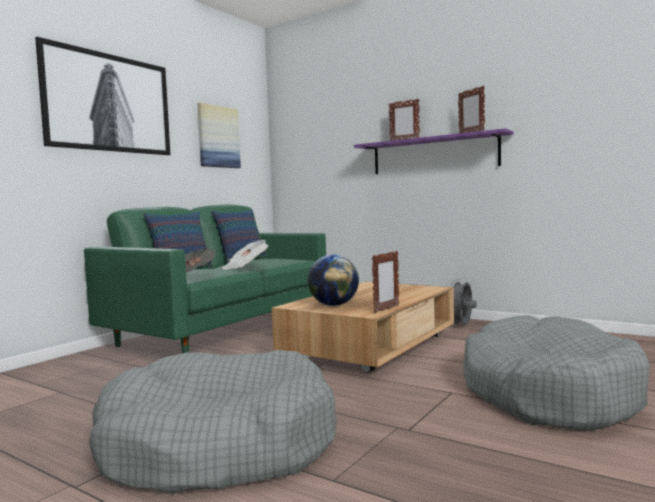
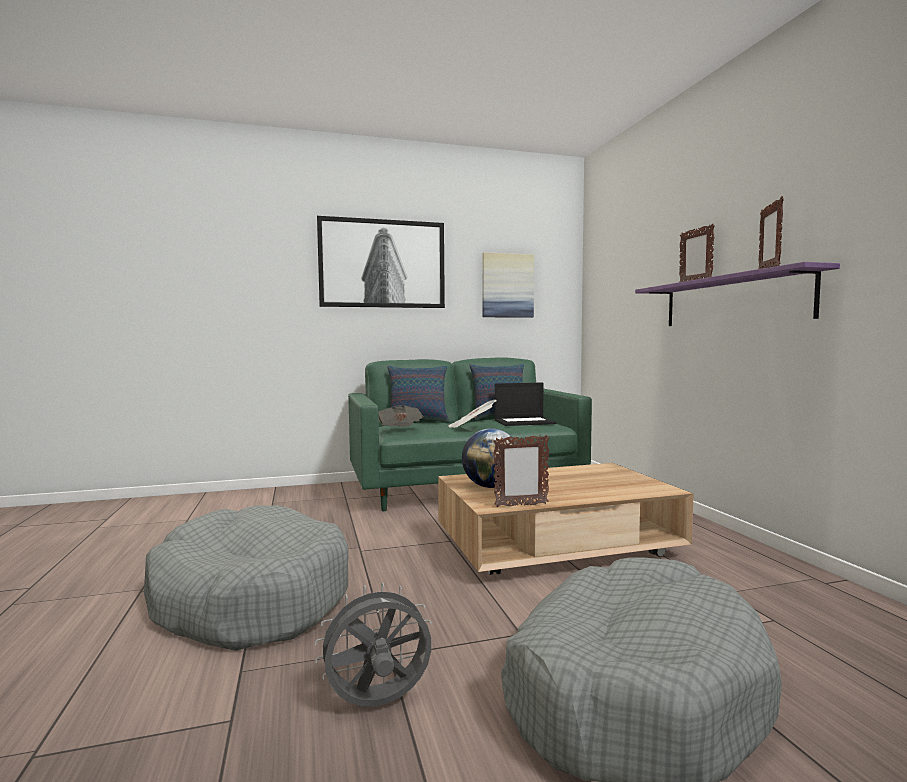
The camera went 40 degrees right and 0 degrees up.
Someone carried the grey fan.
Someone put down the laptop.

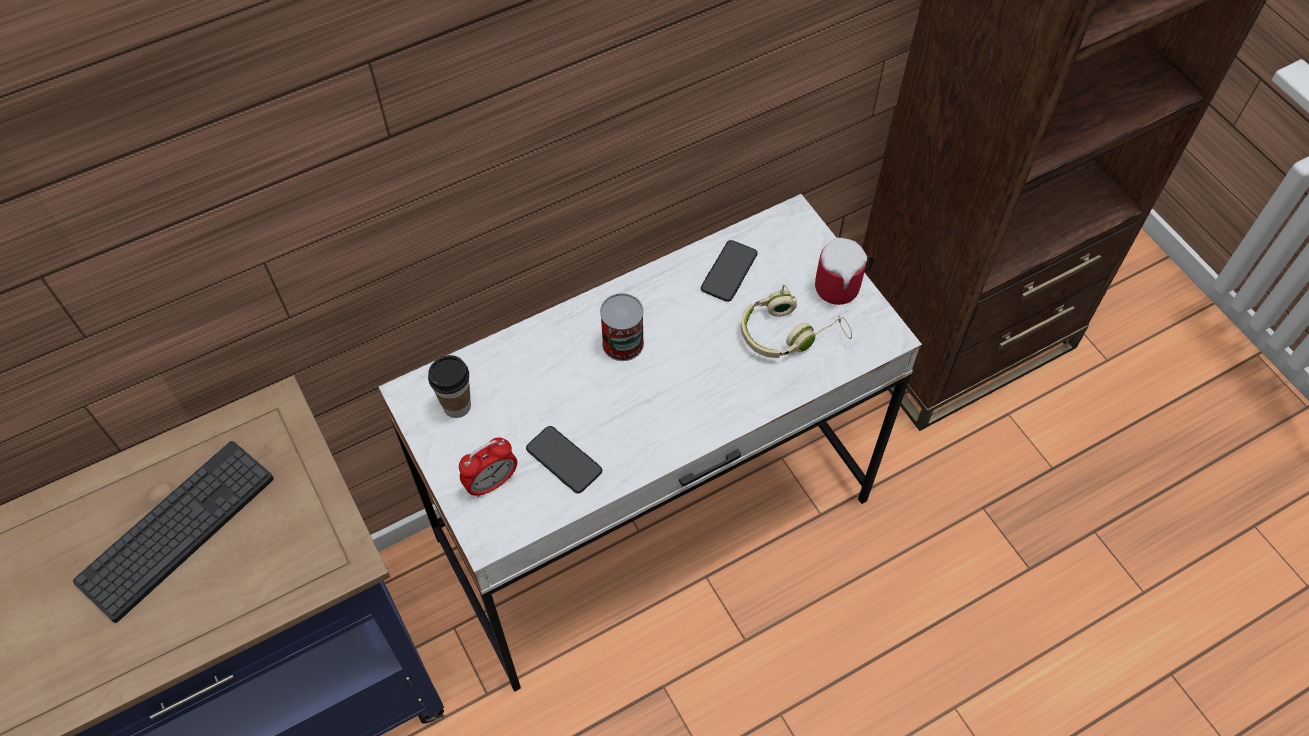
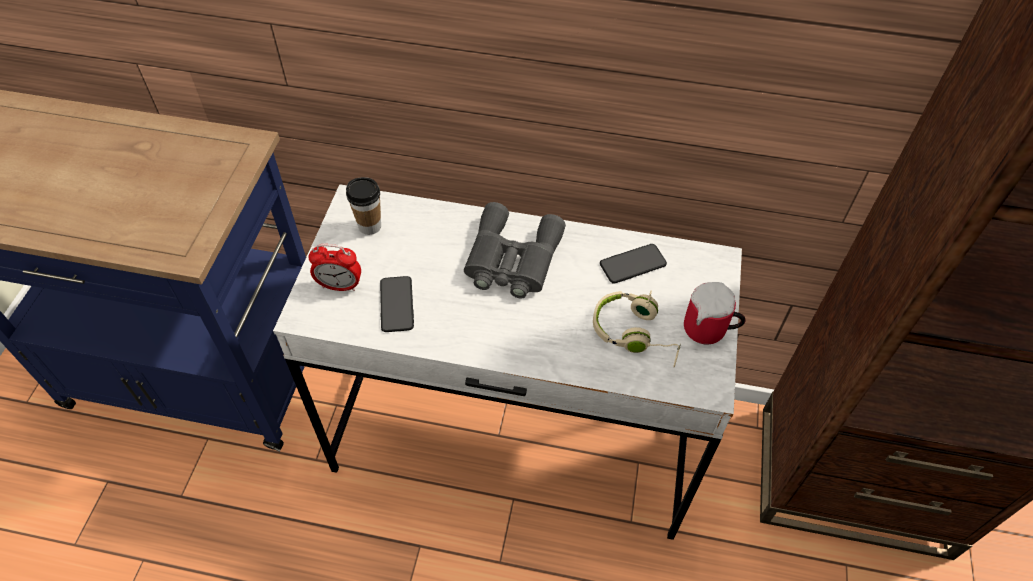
The camera went 40 degrees right and 5 degrees down.
Someone swapped the can for the grey binoculars.
Someone took away the keyboard.

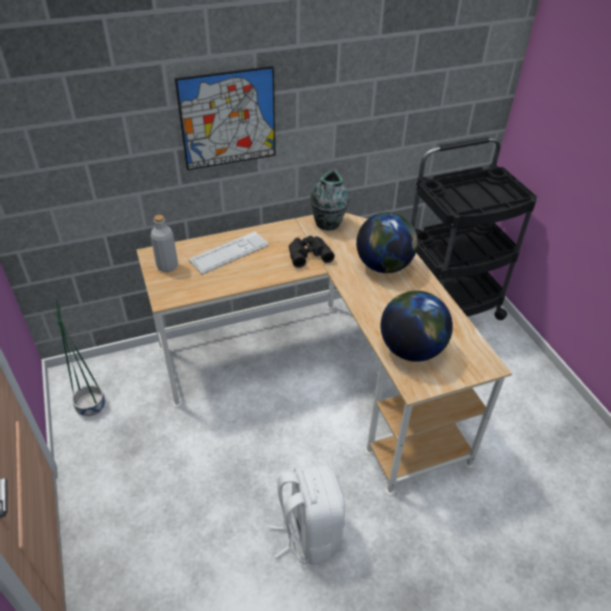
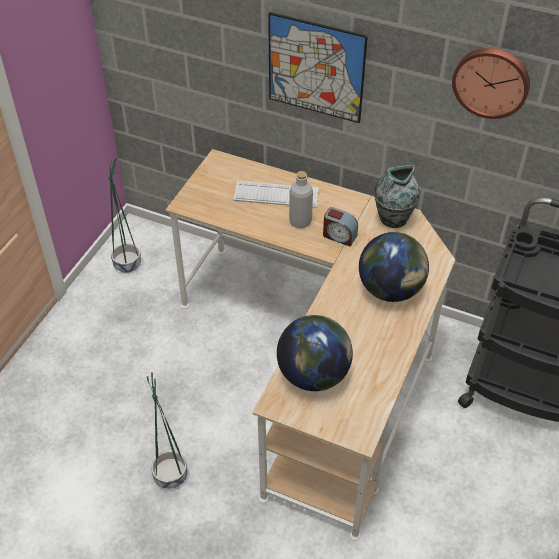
The camera went 45 degrees right and 5 degrees up.
Someone carried the grey bottle.
Someone swapped the black binoculars for the alarm clock.
Someone swapped the white backpack for the green planter (2nd from left).
Someone put up the wall clock.

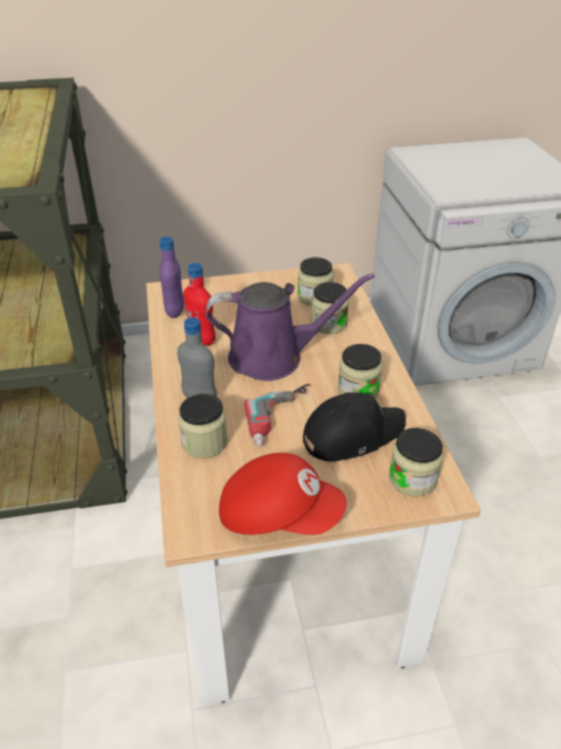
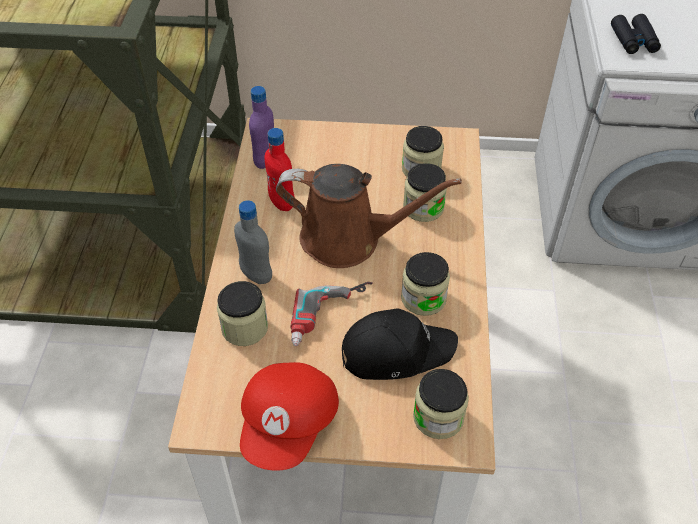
The camera went 15 degrees right and 10 degrees up.
Someone repainted the purple watering can, which became the brown watering can.
Someone rotated the red cap by 75 degrees clockwise.
Someone put down the black binoculars.

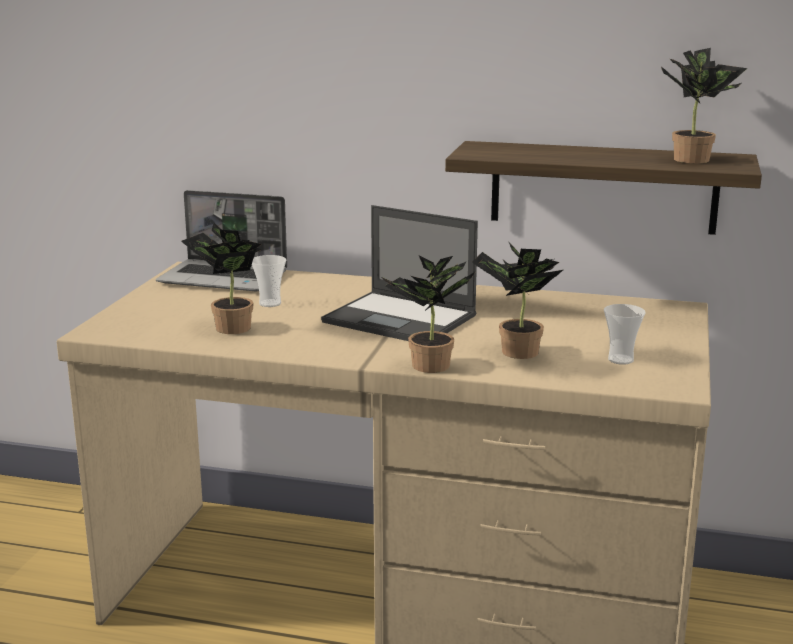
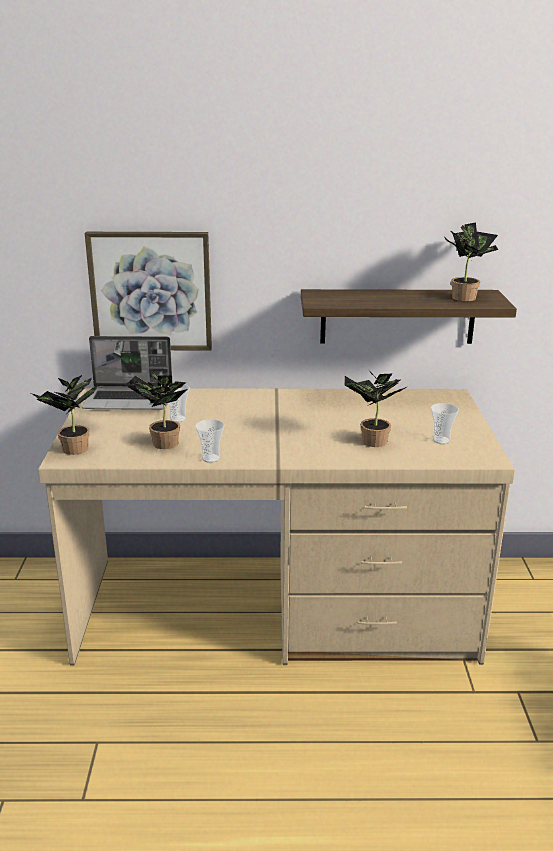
The camera went 15 degrees left and 5 degrees up.
Someone took away the laptop (2nd from left).
Someone carried the potted plant (2nd from left in the first image).
Someone put up the picture.
Someone put down the cup (2nd from left).

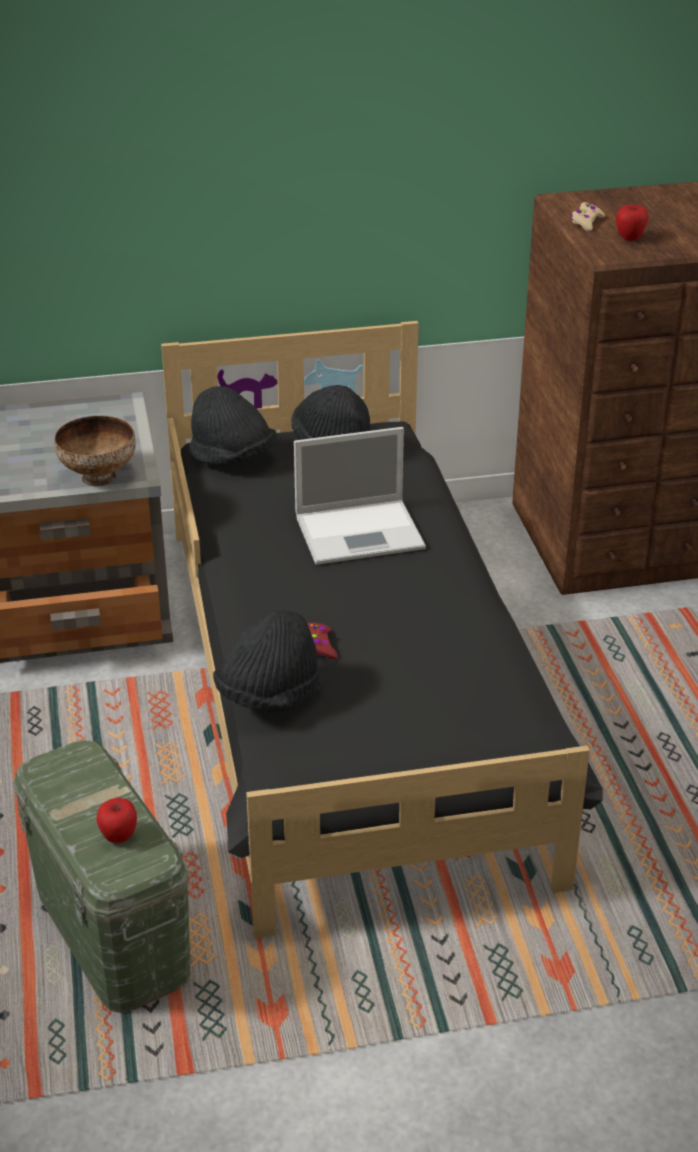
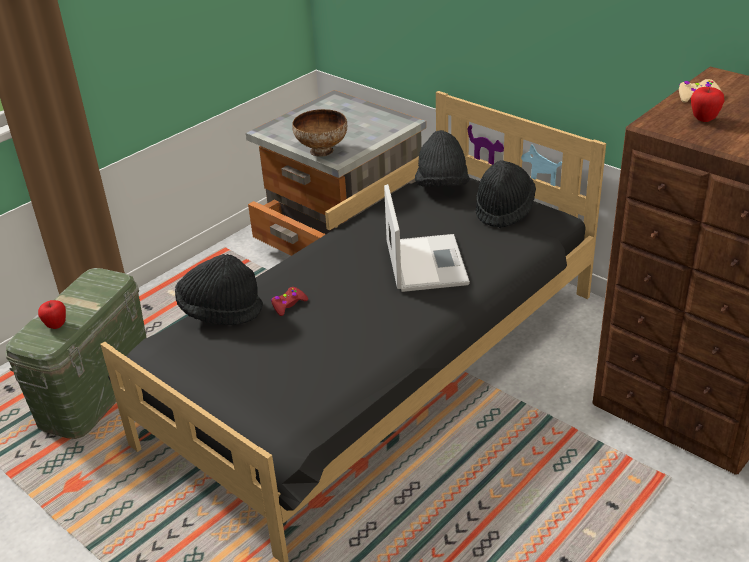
The camera went 55 degrees right and 0 degrees up.
Someone rotated the laptop by 135 degrees counterclockwise.

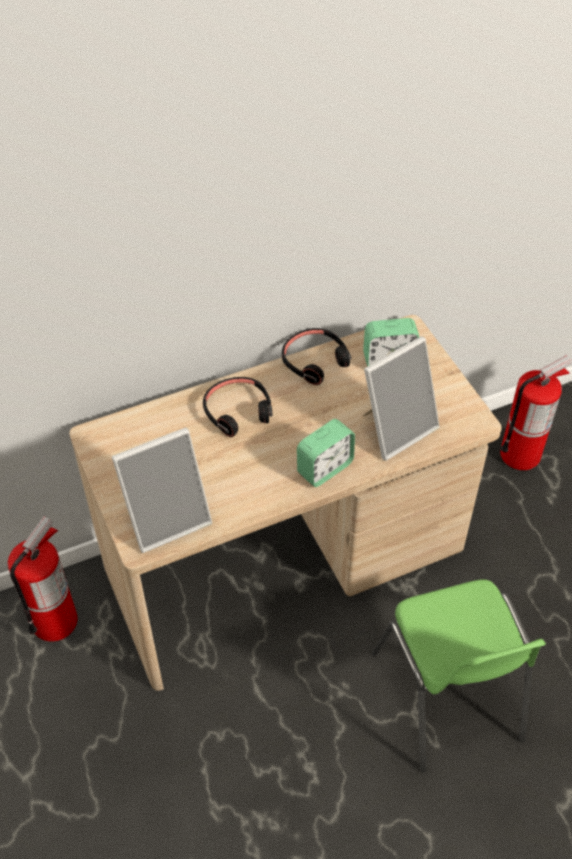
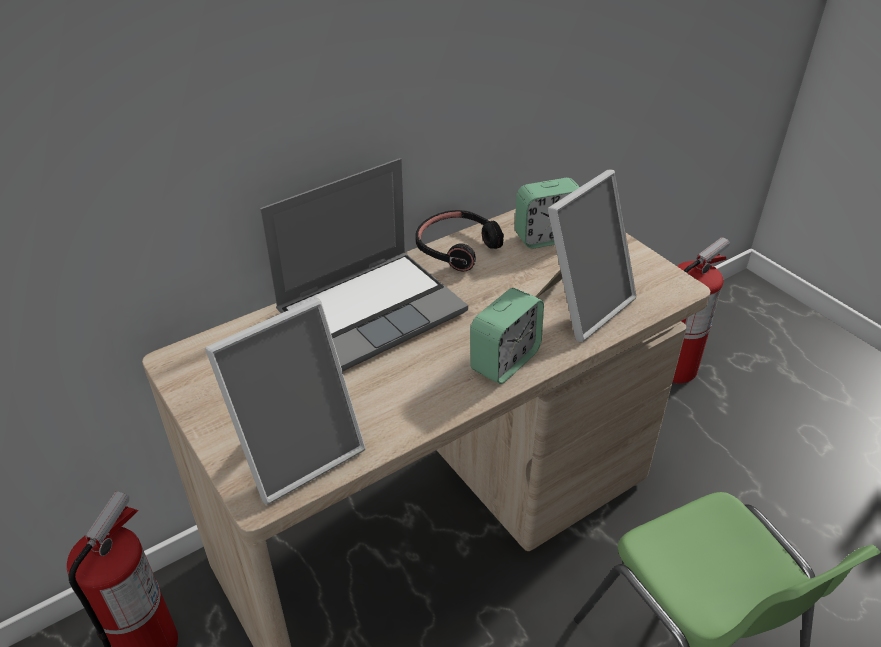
The camera went 10 degrees left and 10 degrees down.
Someone swapped the black headphones (1st from left) for the laptop.

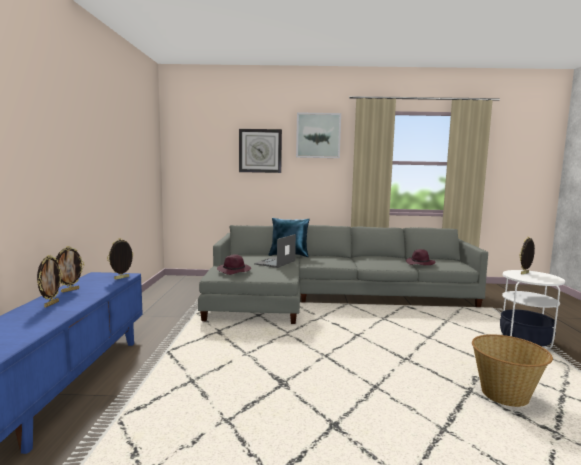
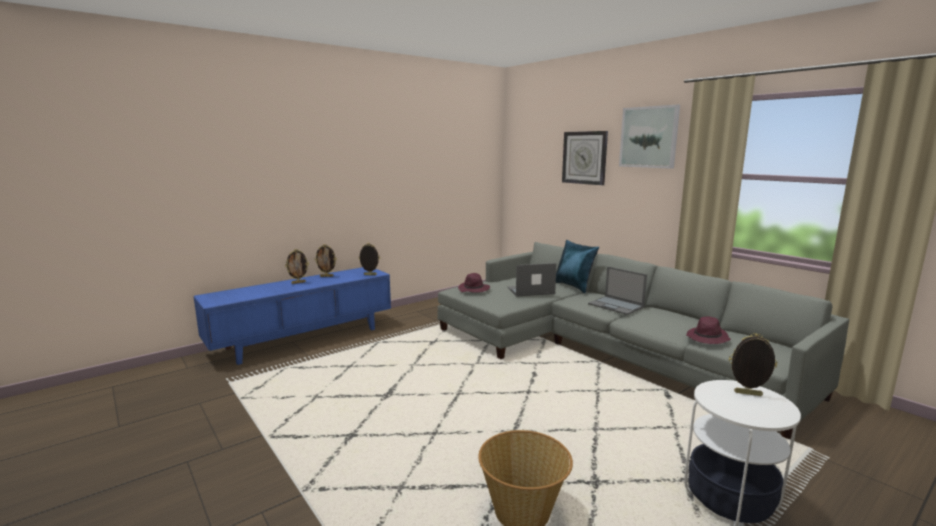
The camera went 50 degrees right and 5 degrees up.
Someone put down the laptop (2nd from left).

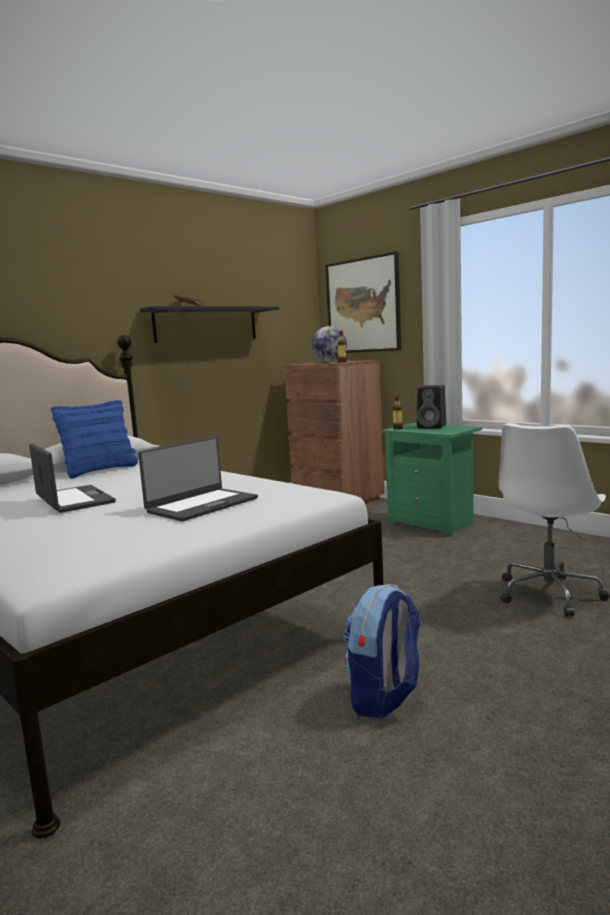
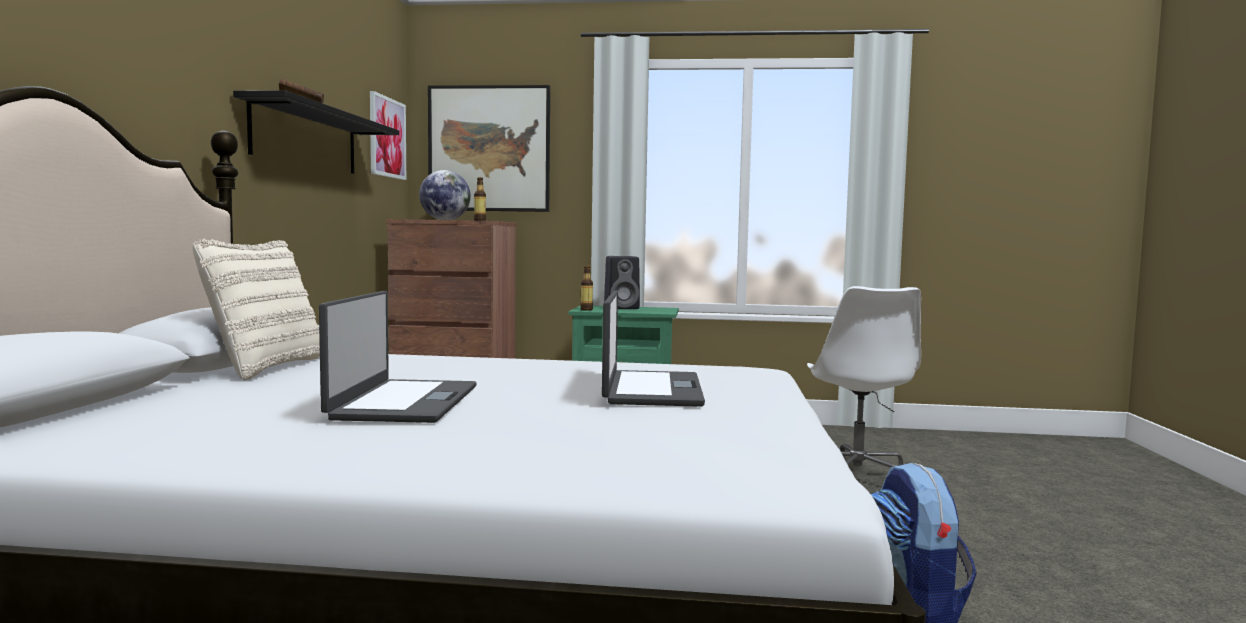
The camera went 40 degrees left and 5 degrees down.
Someone repainted the blue pillow, which became the beige pillow.
Someone rotated the laptop (1st from left) by 75 degrees clockwise.
Someone put up the picture (1st from left).

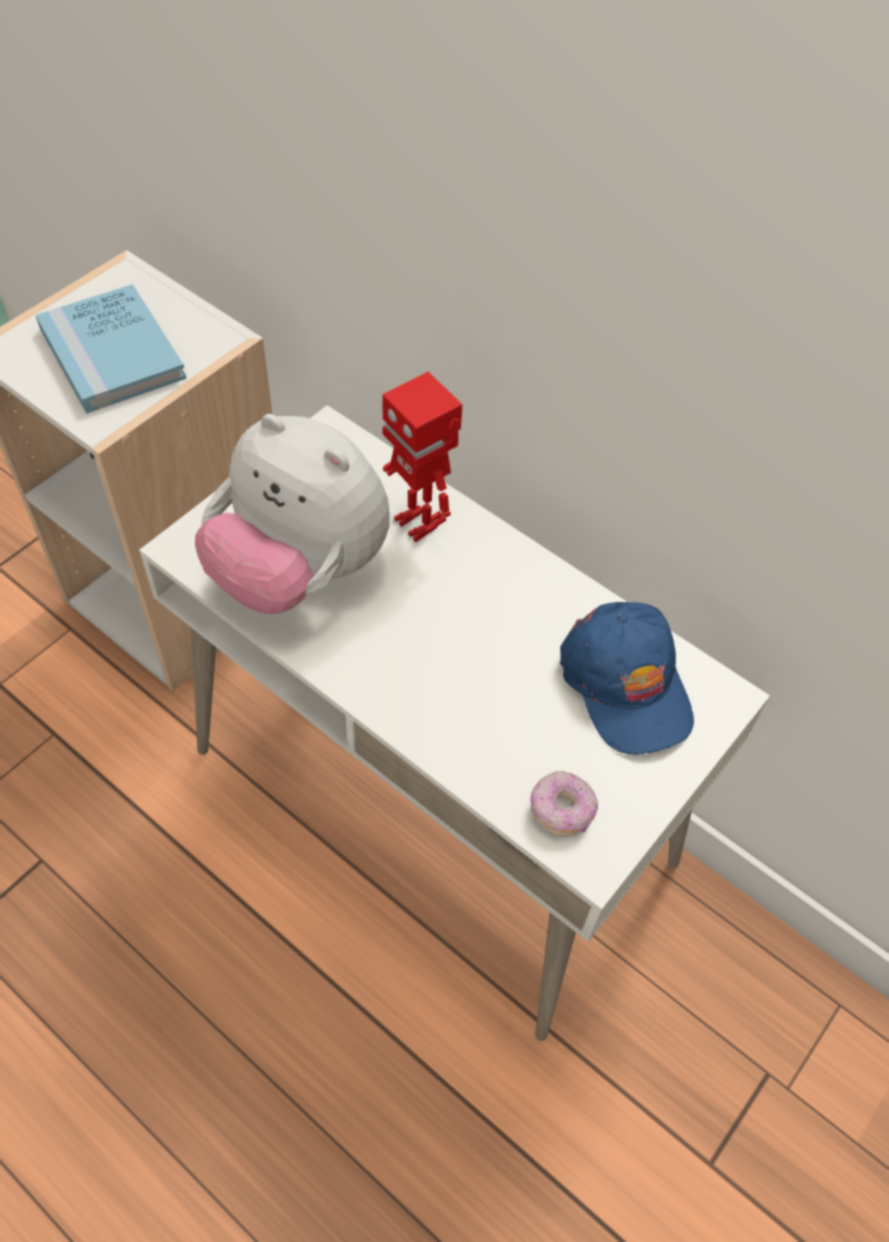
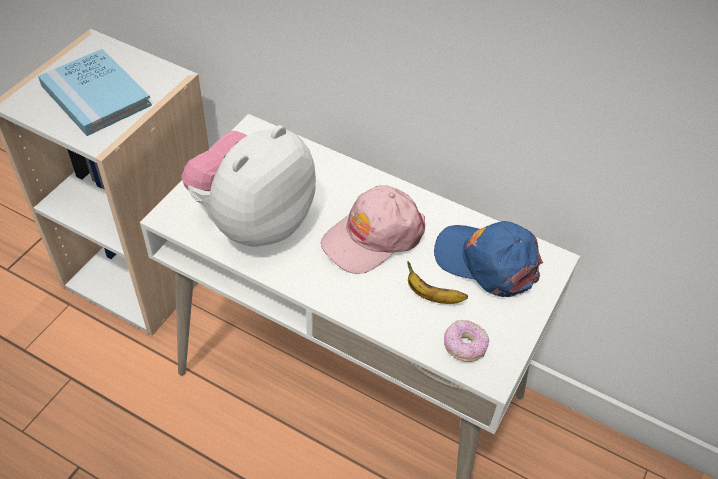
The camera went 10 degrees left and 5 degrees down.
Someone took away the toy robot.
Someone rotated the plush toy by 105 degrees clockwise.
Someone rotated the blue cap by 150 degrees clockwise.
Someone put down the pink cap.
Someone put down the banana.

